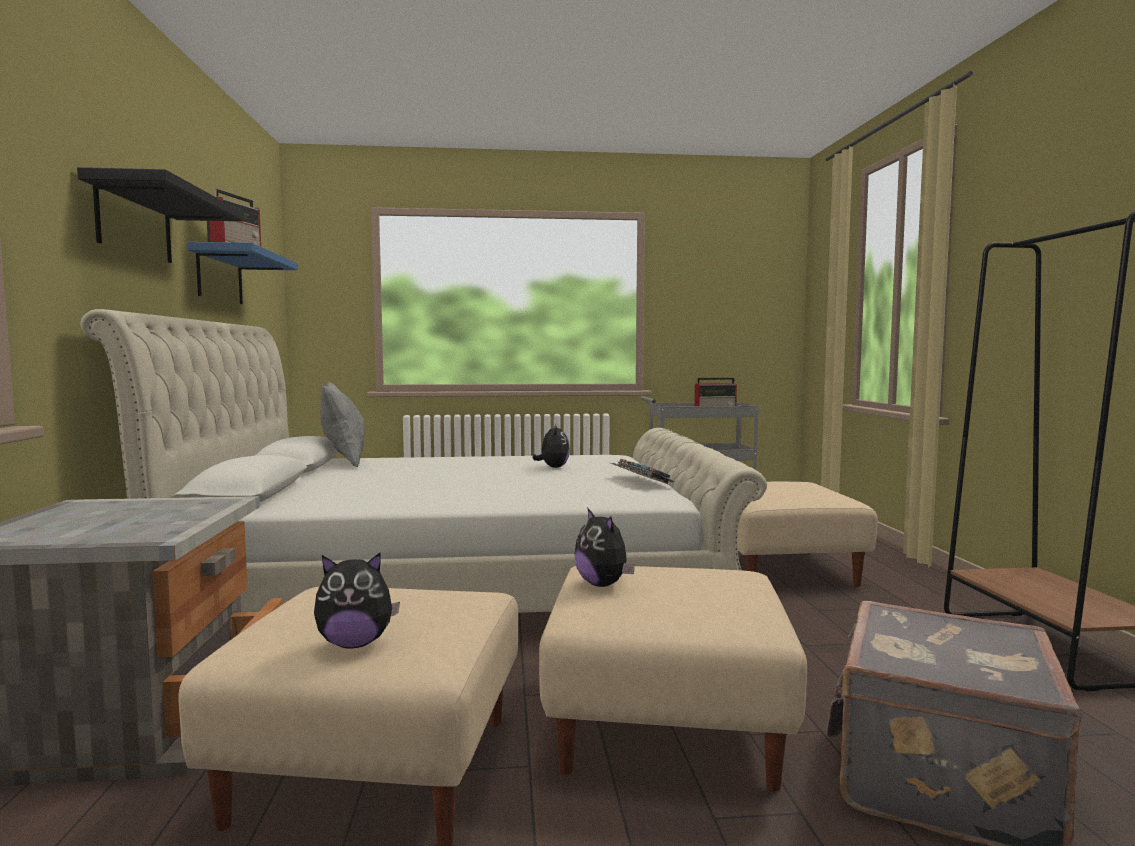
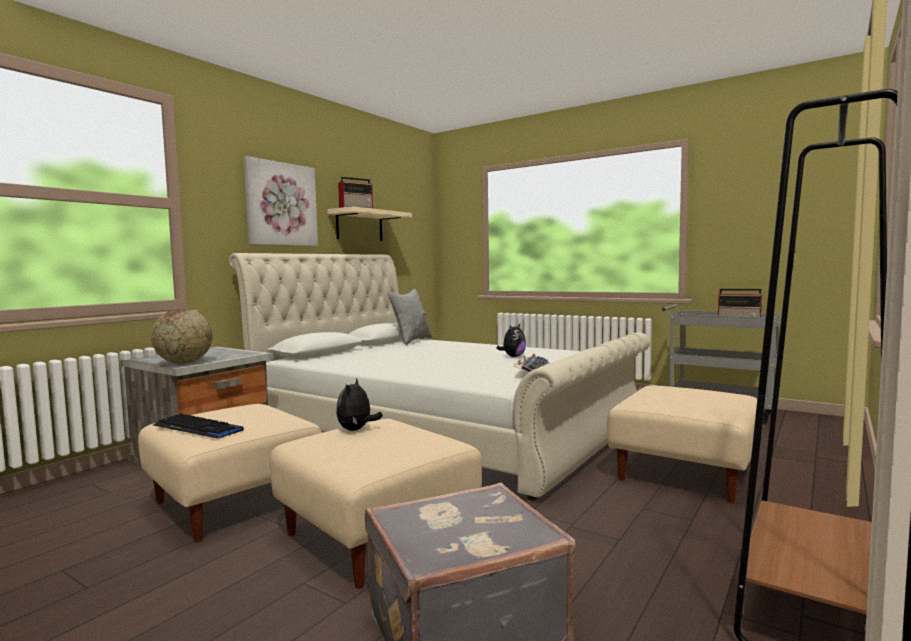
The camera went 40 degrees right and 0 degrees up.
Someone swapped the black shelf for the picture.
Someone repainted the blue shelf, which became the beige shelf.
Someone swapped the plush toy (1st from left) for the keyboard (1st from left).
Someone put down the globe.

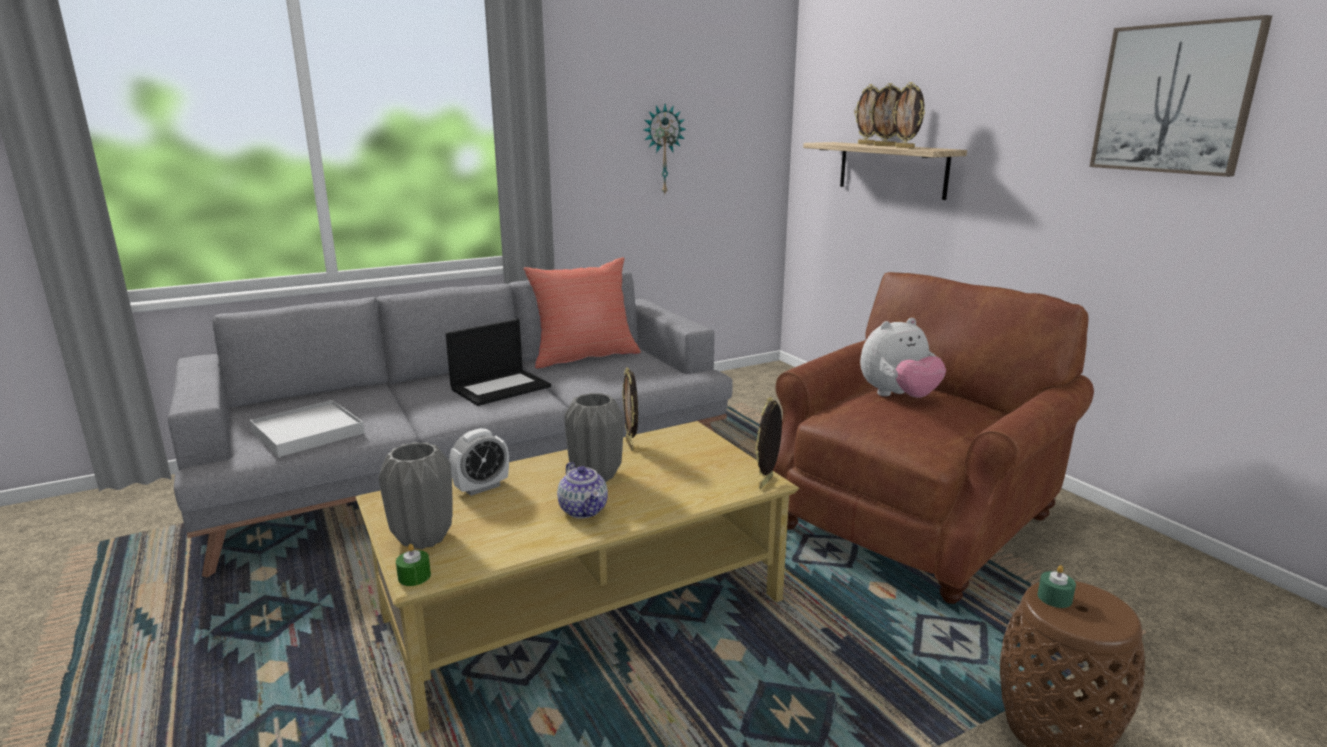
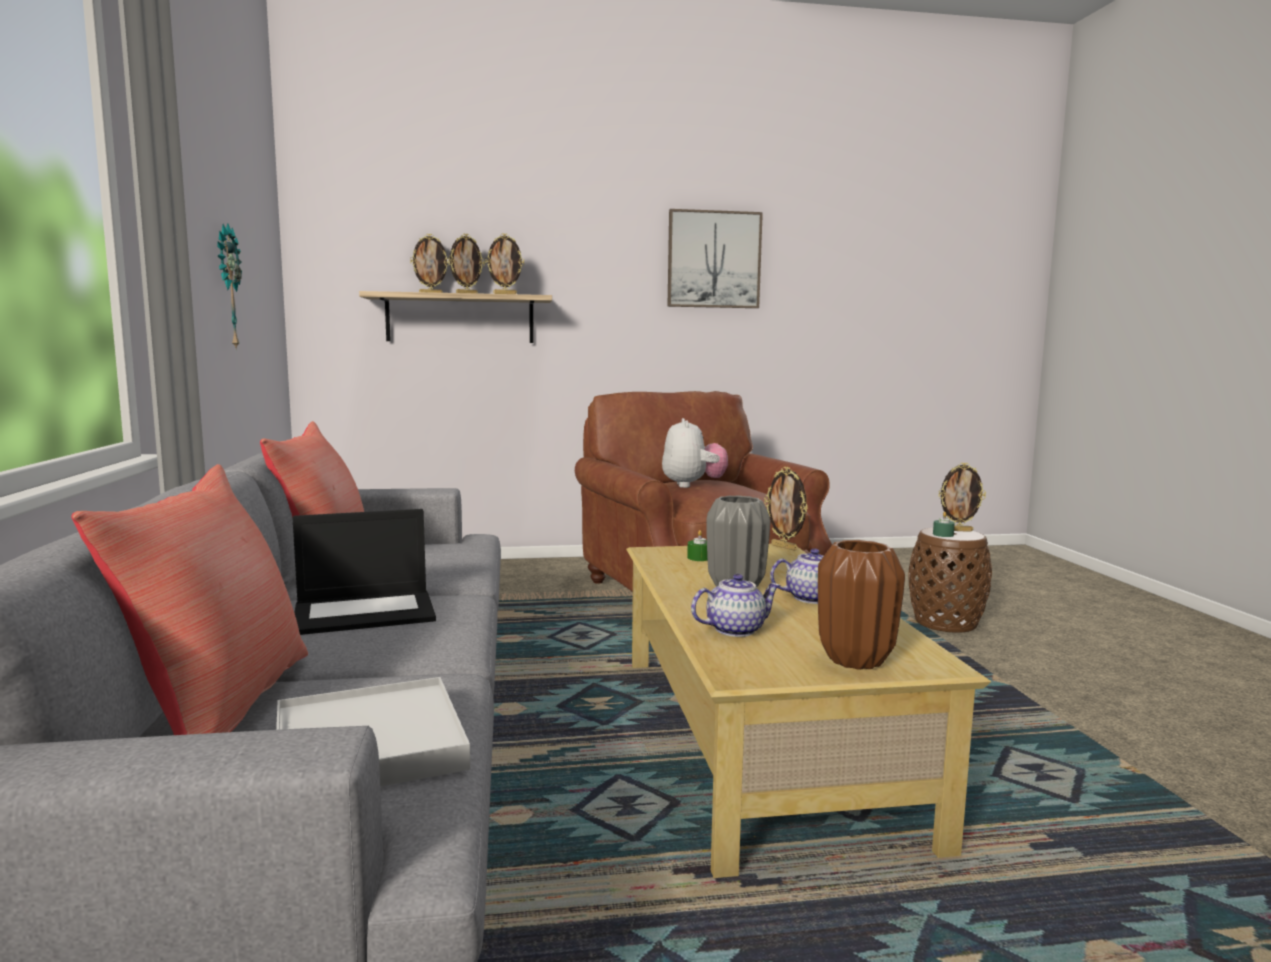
The camera went 70 degrees left and 10 degrees down.
Someone rotated the laptop by 90 degrees clockwise.
Someone carried the picture frame (1st from left in the first image).
Someone swapped the alarm clock for the teapot (1st from left).
Someone repainted the grey vase (1st from left), which became the brown vase.
Someone carried the green candle (1st from left).
Someone put down the red pillow (1st from left).

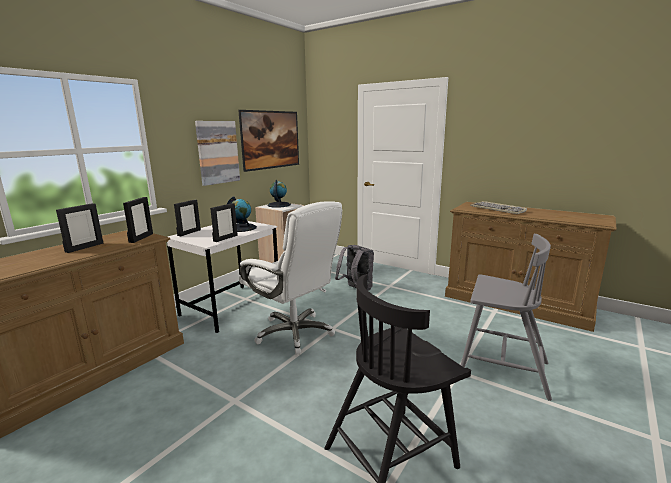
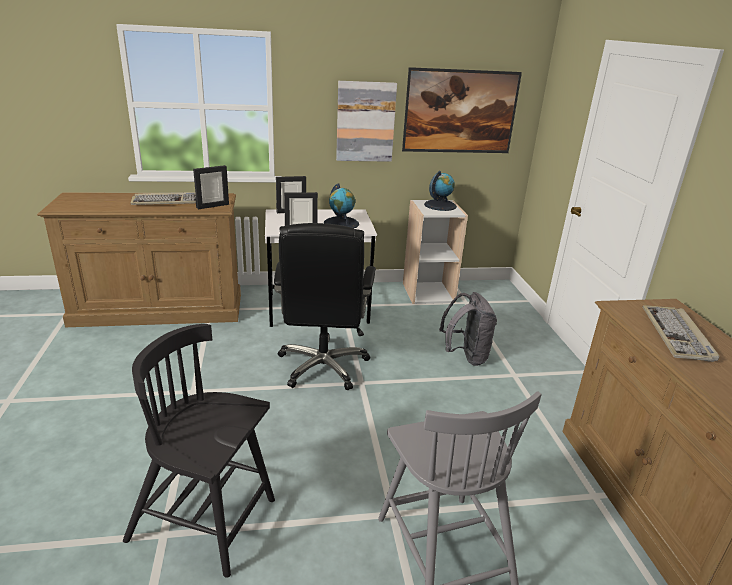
The camera went 45 degrees right and 10 degrees up.
Someone repainted the white office chair, which became the black office chair.
Someone swapped the picture frame (1st from left) for the keyboard (1st from left).

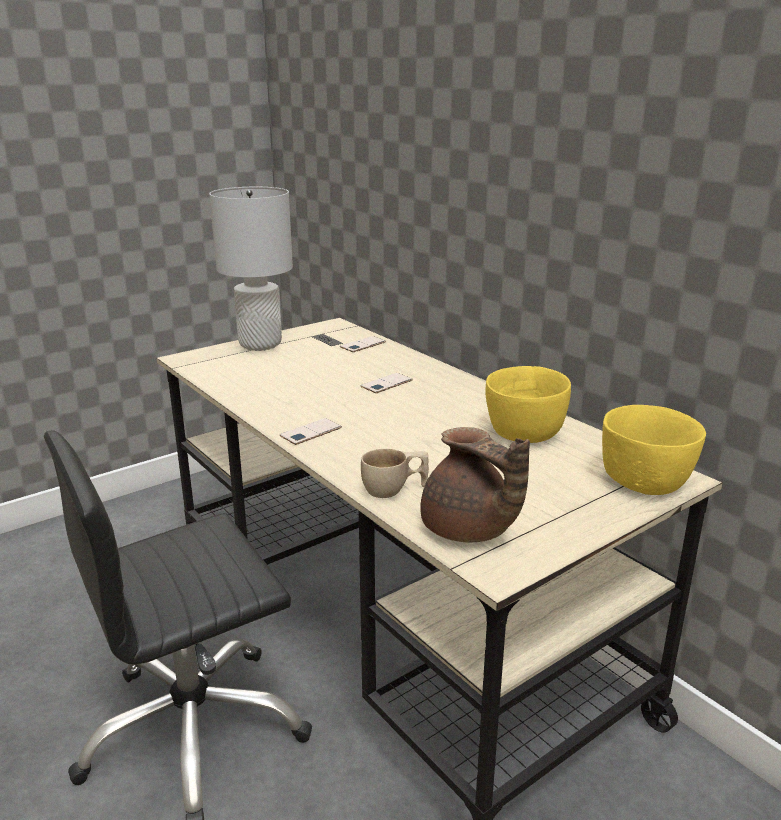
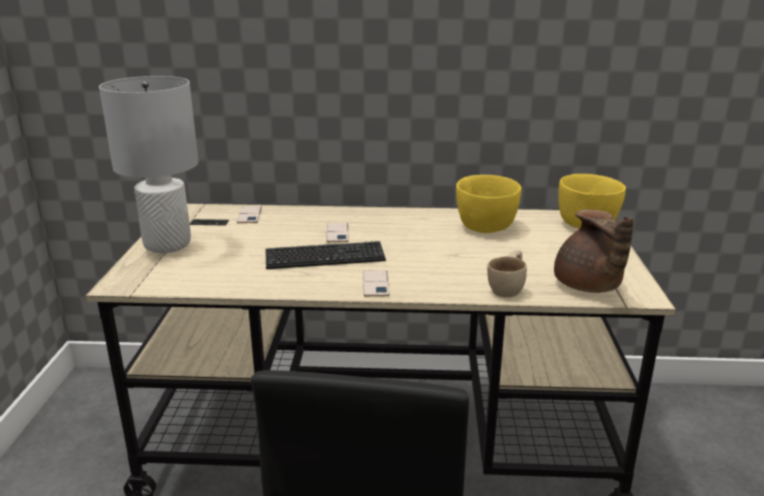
The camera went 50 degrees left and 0 degrees up.
Someone rotated the brown teapot by 75 degrees clockwise.
Someone put down the keyboard.

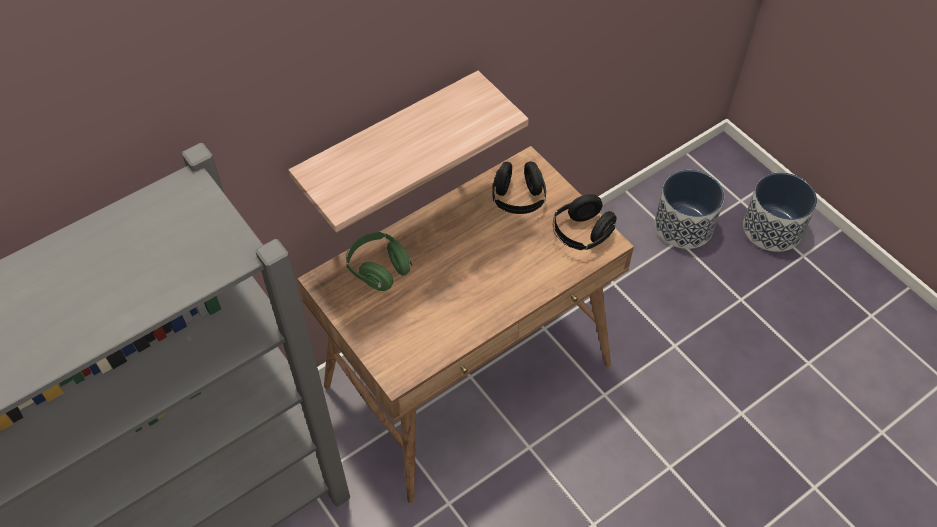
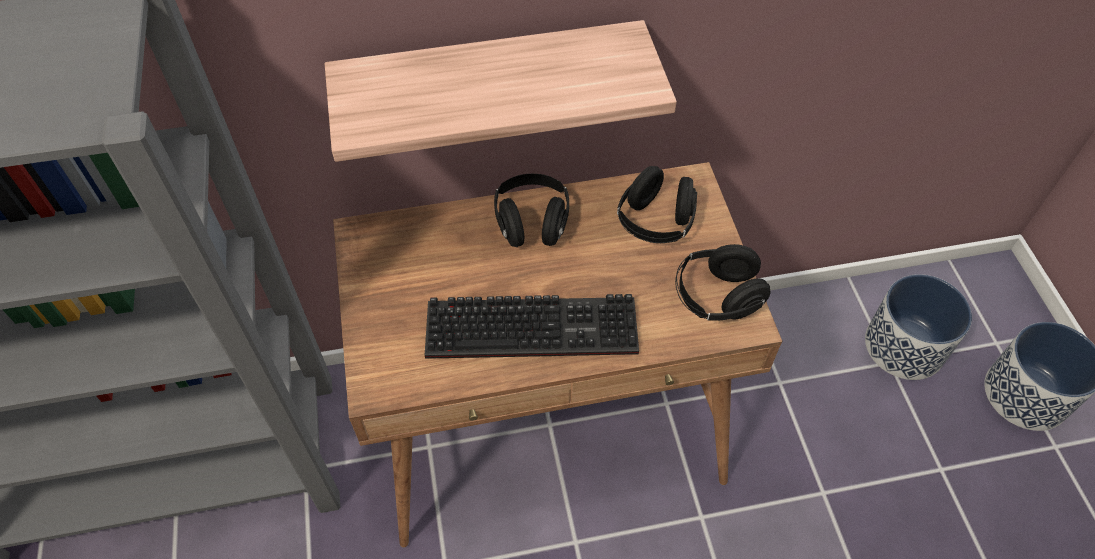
The camera went 25 degrees right and 0 degrees up.
Someone took away the green headphones.
Someone put down the black headphones (1st from left).
Someone put down the keyboard.

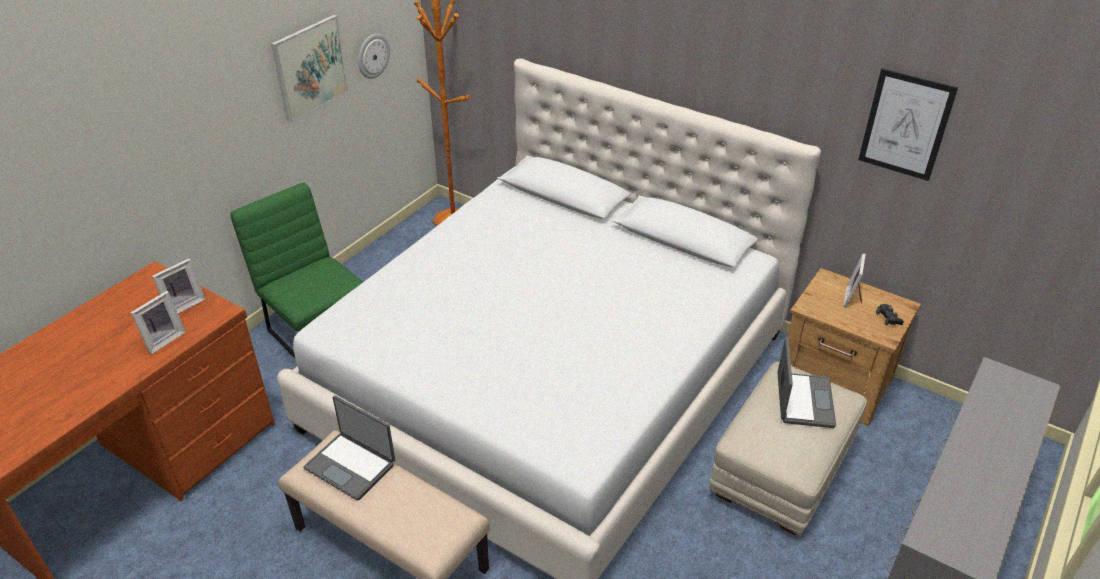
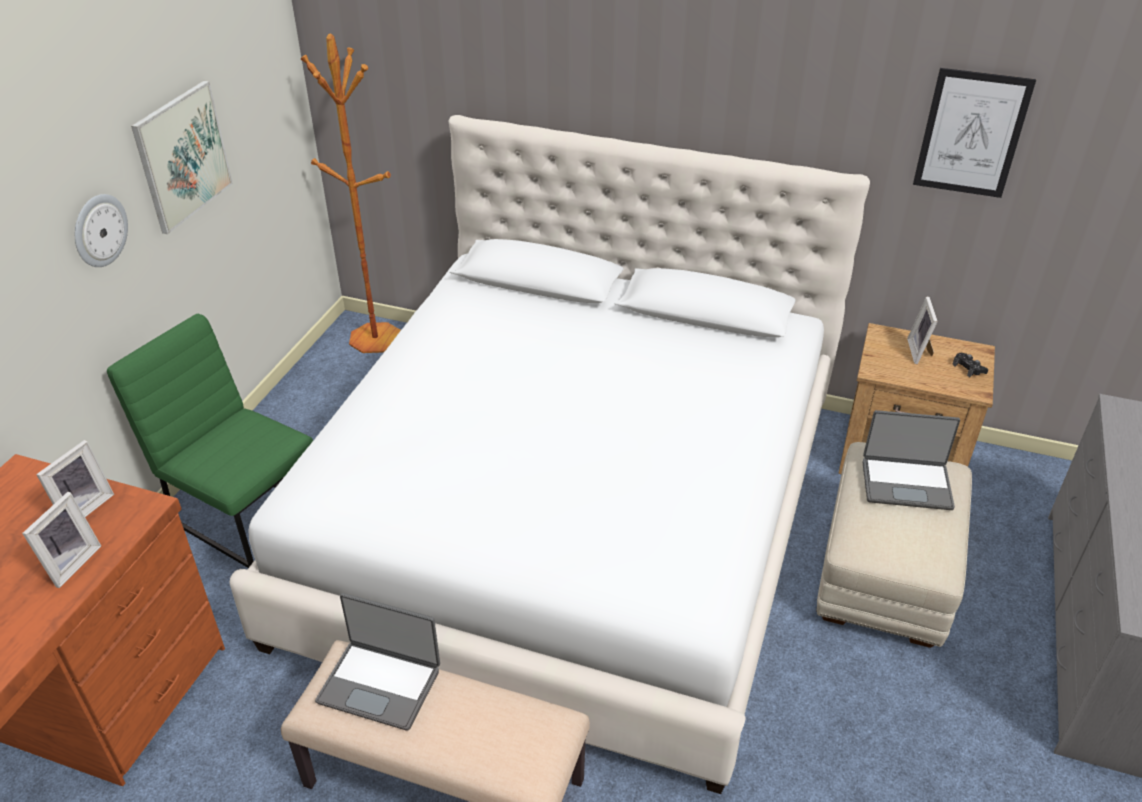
The camera went 15 degrees left and 0 degrees up.
Someone carried the wall clock.
Someone rotated the laptop (2nd from left) by 105 degrees clockwise.

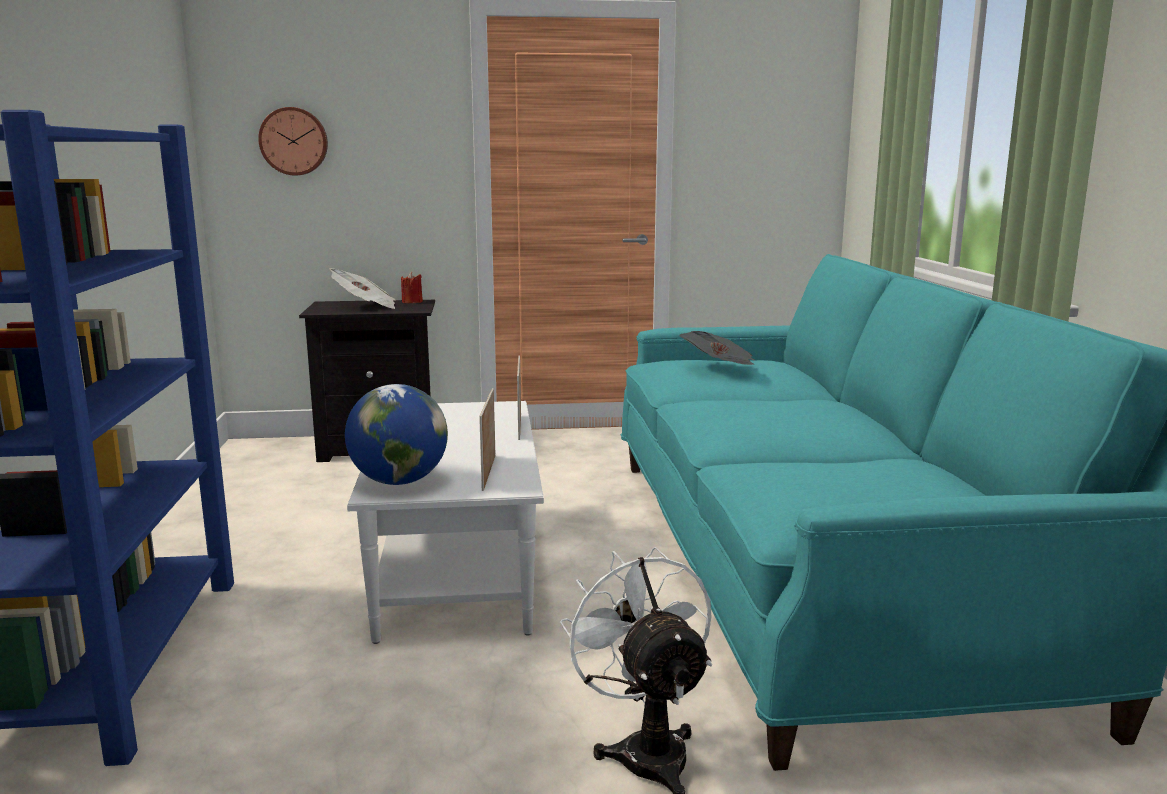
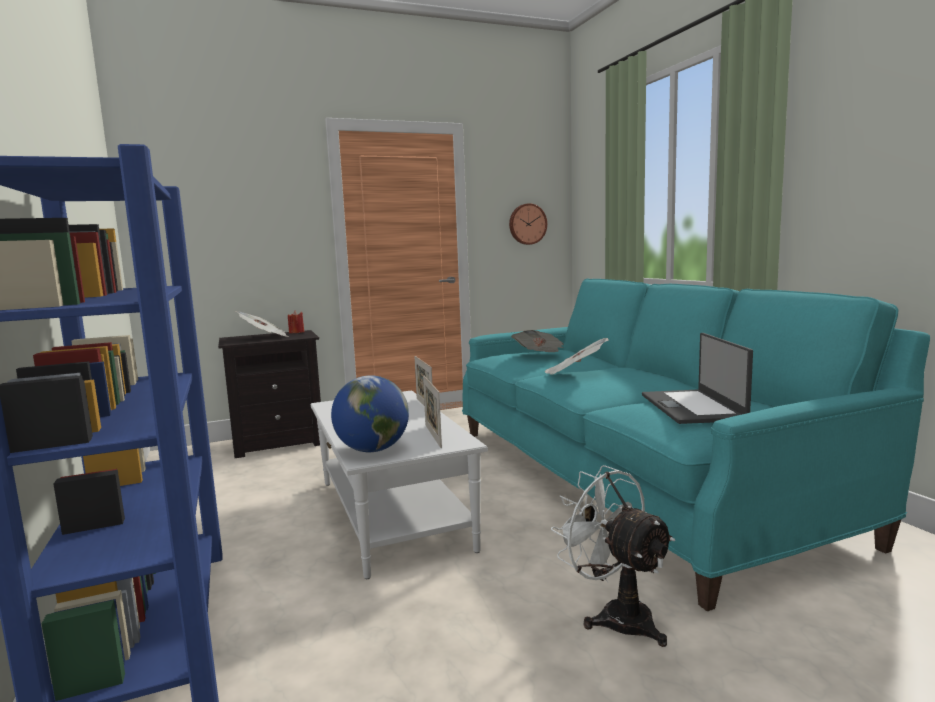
The camera went 15 degrees left and 5 degrees down.
Someone carried the wall clock.
Someone put down the laptop.
Someone put down the newspaper (3rd from left).

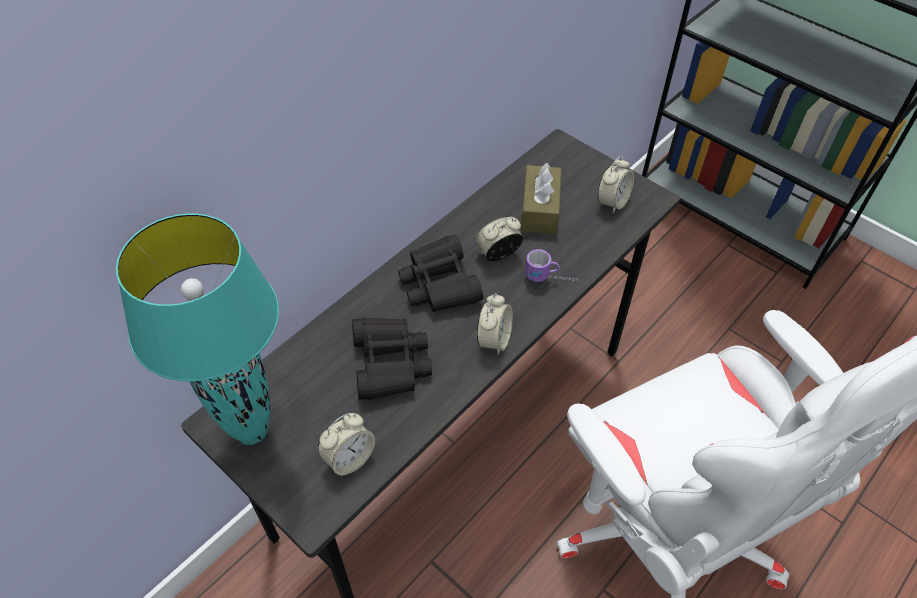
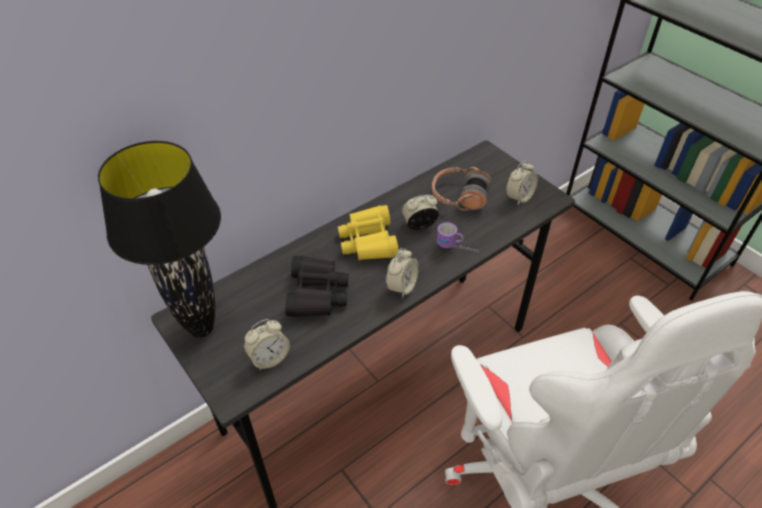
The camera went 10 degrees right and 5 degrees down.
Someone swapped the brown tissue box for the headphones.
Someone repainted the turquoise table lamp, which became the black table lamp.
Someone repainted the black binoculars (2nd from left), which became the yellow binoculars.

